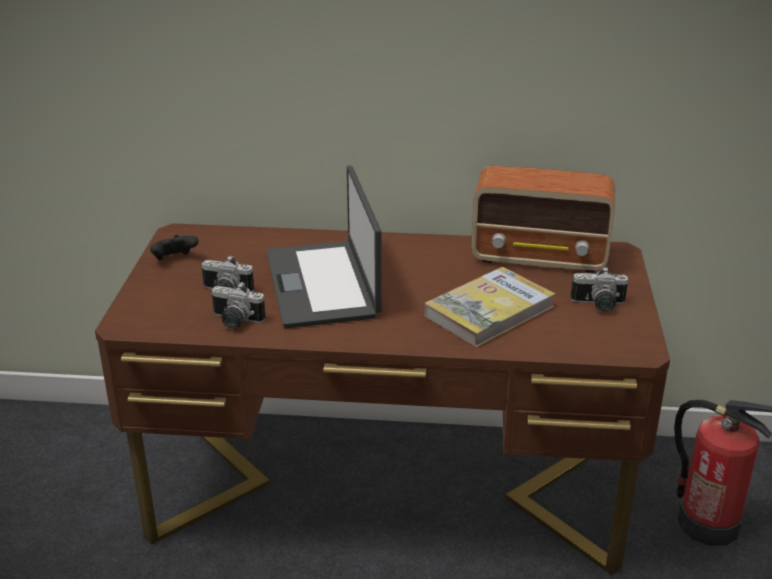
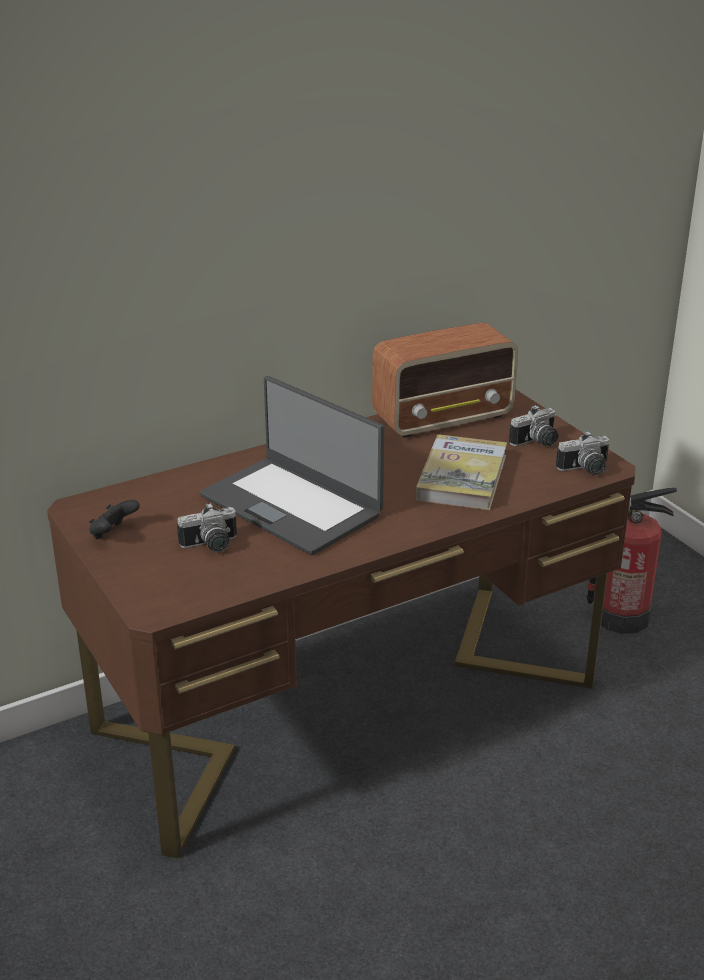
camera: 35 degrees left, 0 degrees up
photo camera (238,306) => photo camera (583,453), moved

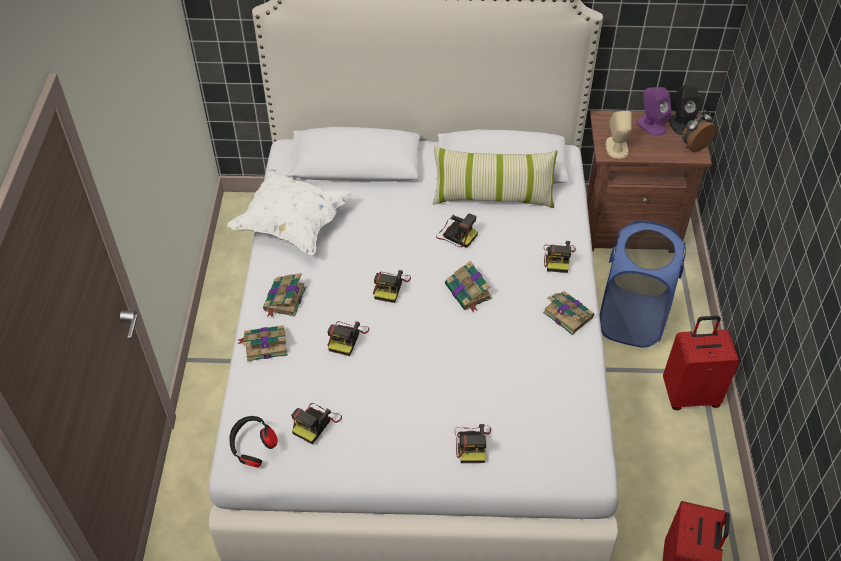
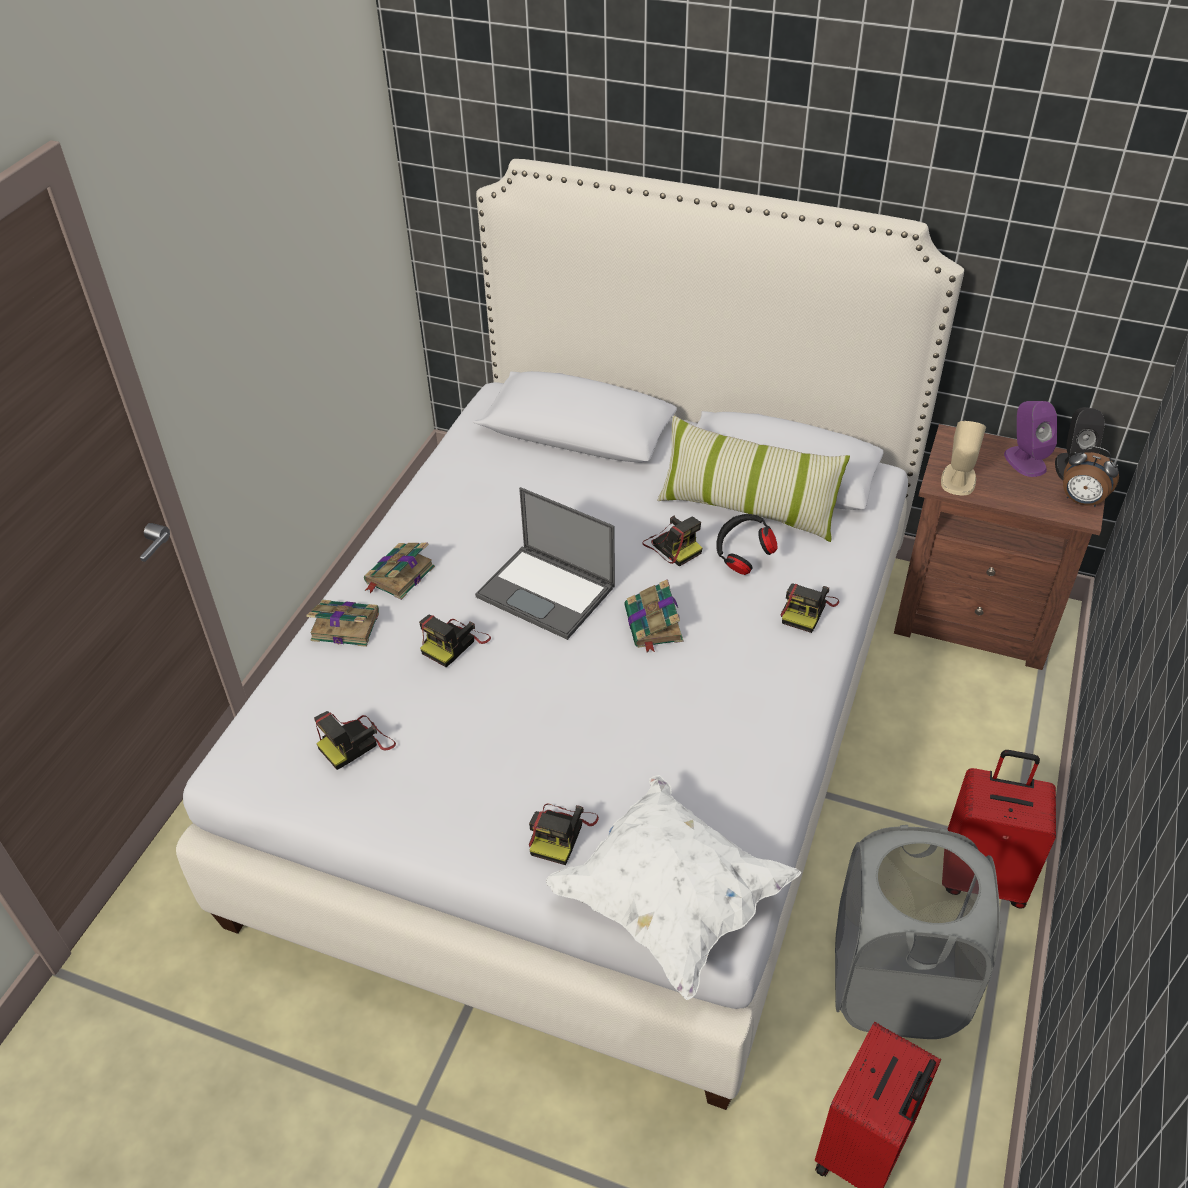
camera: 20 degrees right, 5 degrees down
photo camera (392,286) => laptop (545,563)
whitish pillow (290,211) => whitish pillow (673,887), moved
black-coloured headset (253,442) => black-coloured headset (747,544), moved
nothing => greyish laundry basket (917,932)
alarm clock (699,131) => alarm clock (1091,476), 135 degrees counterclockwise
book (568,313) => nothing
bluish laundry basket (642,284) => nothing

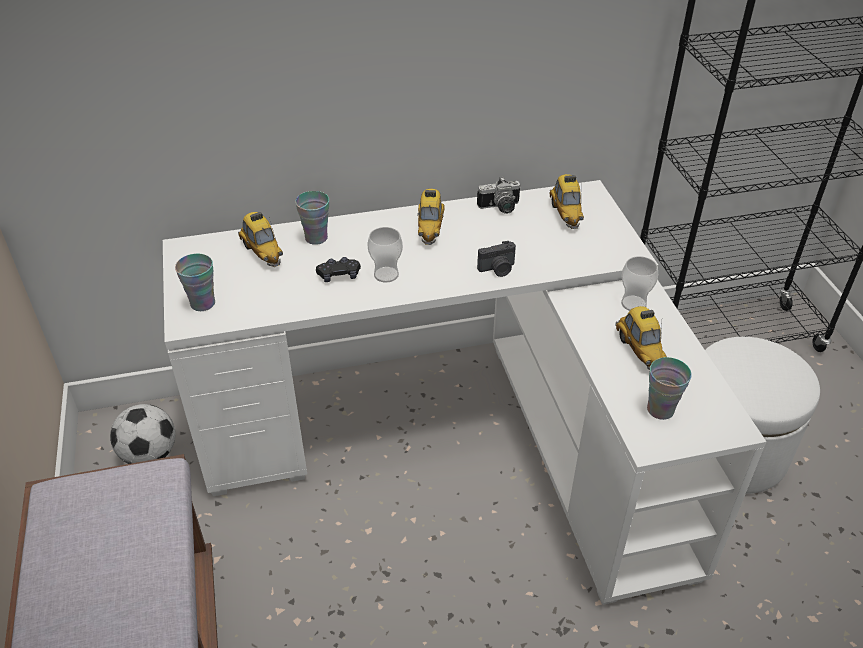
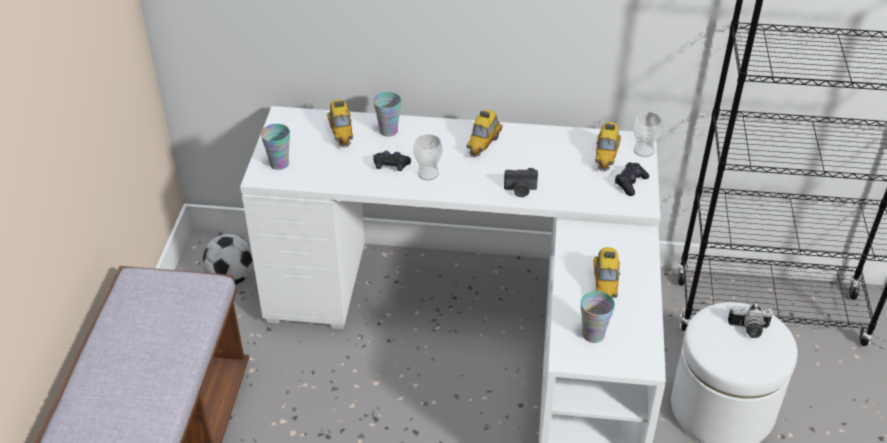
camera: 20 degrees right, 0 degrees up
nothing => black-coloured gamepad (632,179)
cup (639,283) => cup (647,134), moved
photo camera (498,195) => photo camera (750,320), moved

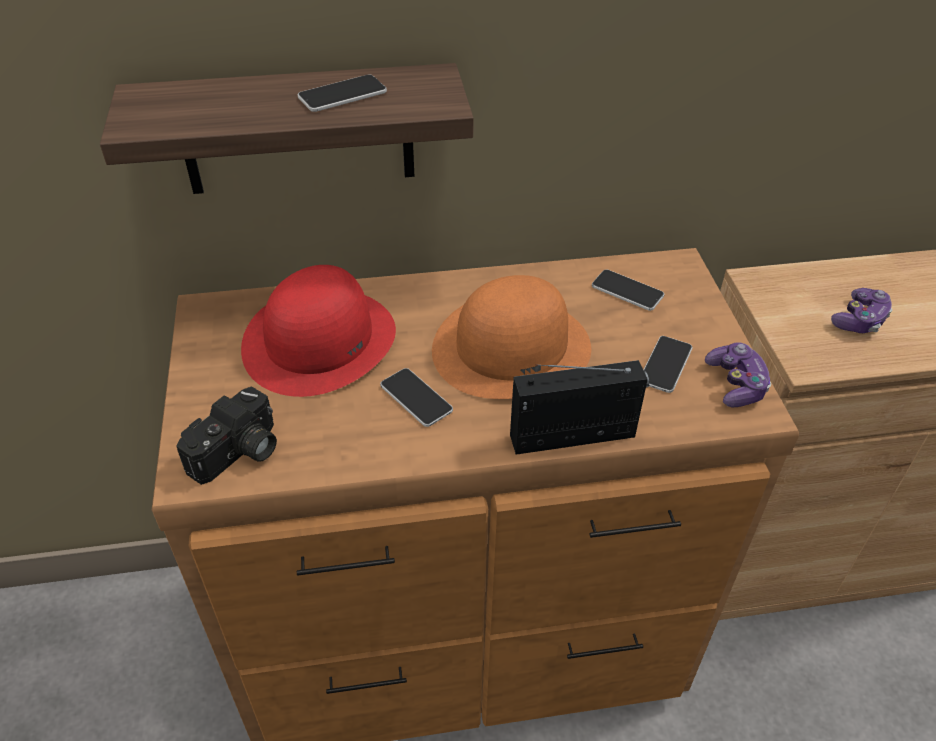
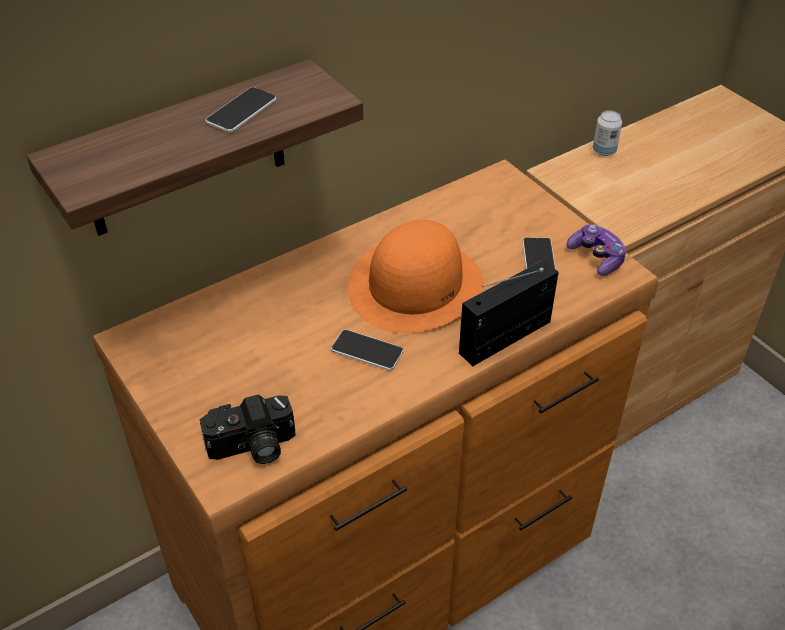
camera: 25 degrees left, 0 degrees up
photo camera (226,435) => photo camera (248,429), 60 degrees clockwise
nothing => sealed can (607,133)
red hat (318,331) => nothing
handset (628,290) => nothing
gamepad (862,310) => nothing

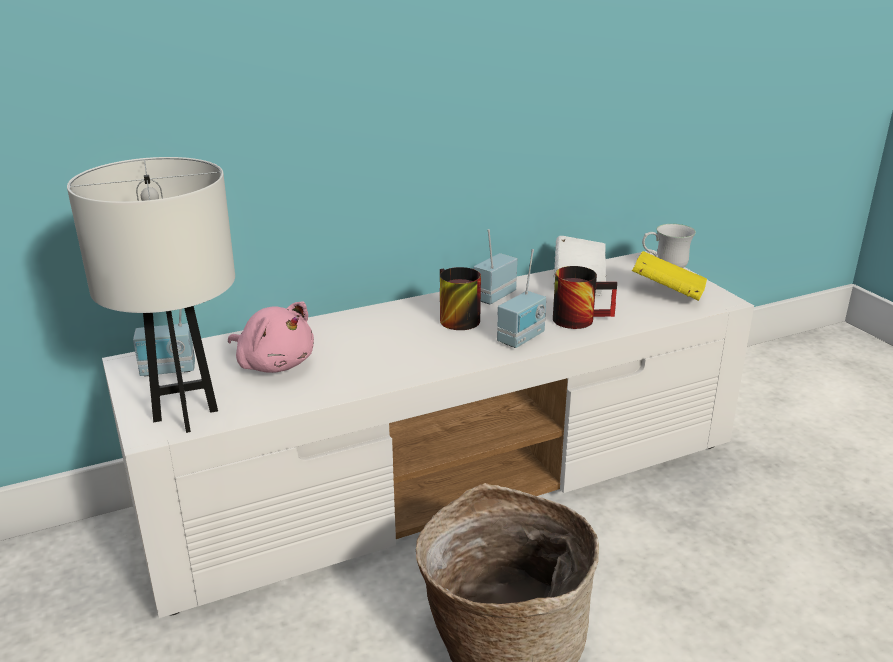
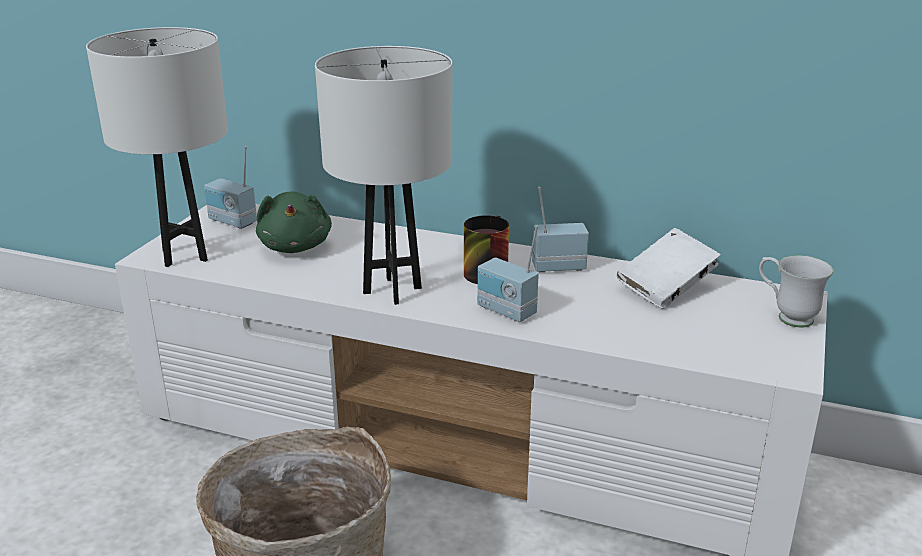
camera: 45 degrees right, 0 degrees up
pink cuddly toy (271,337) => greenish cuddly toy (294,222)
nothing => whitish table lamp (383,175)
radio (521,298) => radio (508,273), 45 degrees clockwise
coffee mug (585,297) => nothing
yellow-coloured book (669,276) => nothing

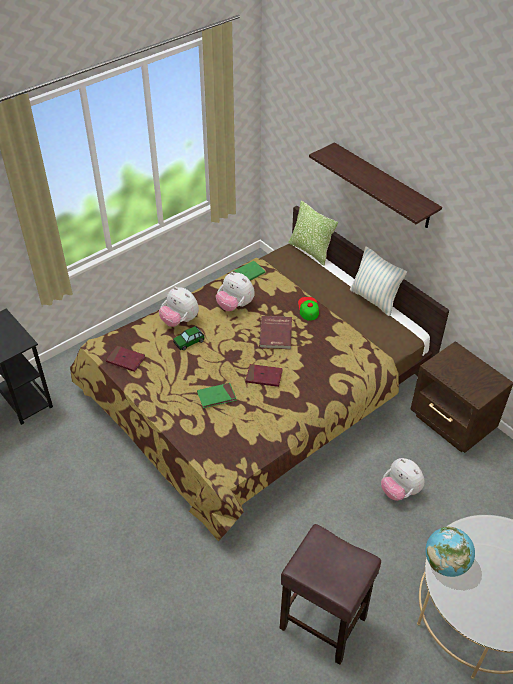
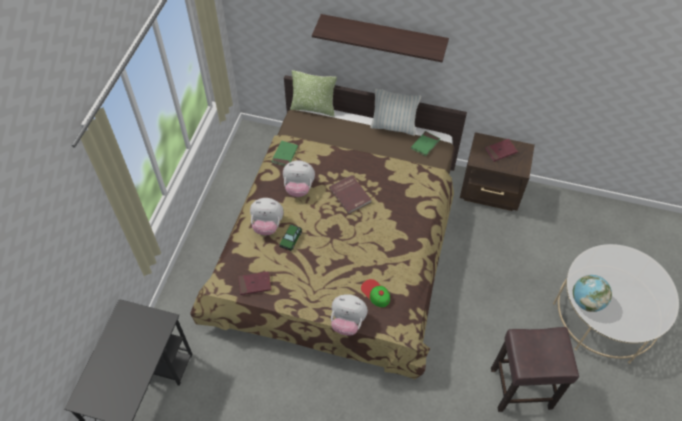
camera: 35 degrees left, 10 degrees up
cuddly toy (403,479) => cuddly toy (349,315), moved
peaked cap (308,309) => peaked cap (375,293), moved
greenish book (216,395) => greenish book (425,143), moved
red book (264,375) => red book (501,150), moved

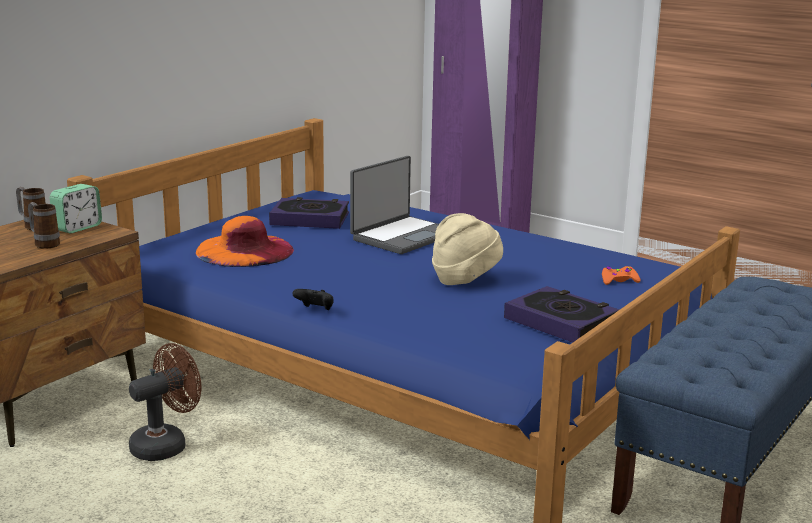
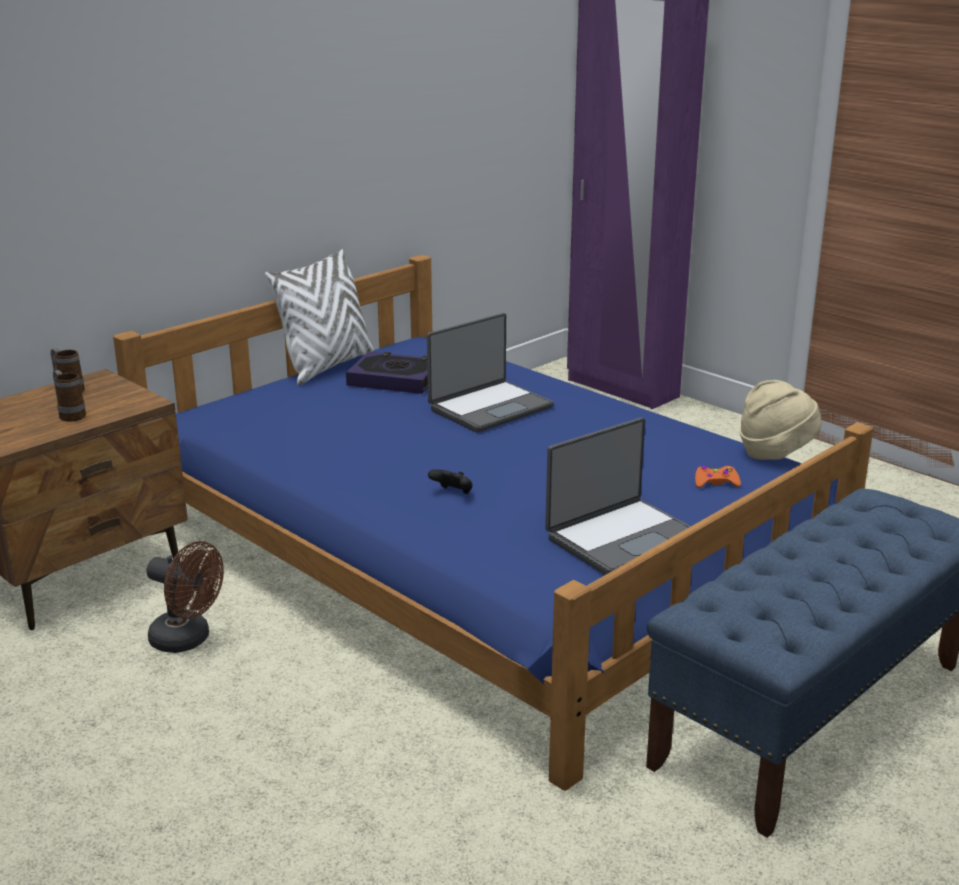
camera: 10 degrees right, 5 degrees up
brown-coloured electric fan (165,402) => brown-coloured electric fan (185,597), 60 degrees clockwise
nothing => whitish pillow (319,317)
black-coloured gamepad (313,299) => black-coloured gamepad (450,481), moved
book (562,314) => laptop (618,496)
beige-coloured hat (467,249) => beige-coloured hat (780,420), moved
alarm clock (76,209) => nothing
orangey hat (245,241) => nothing

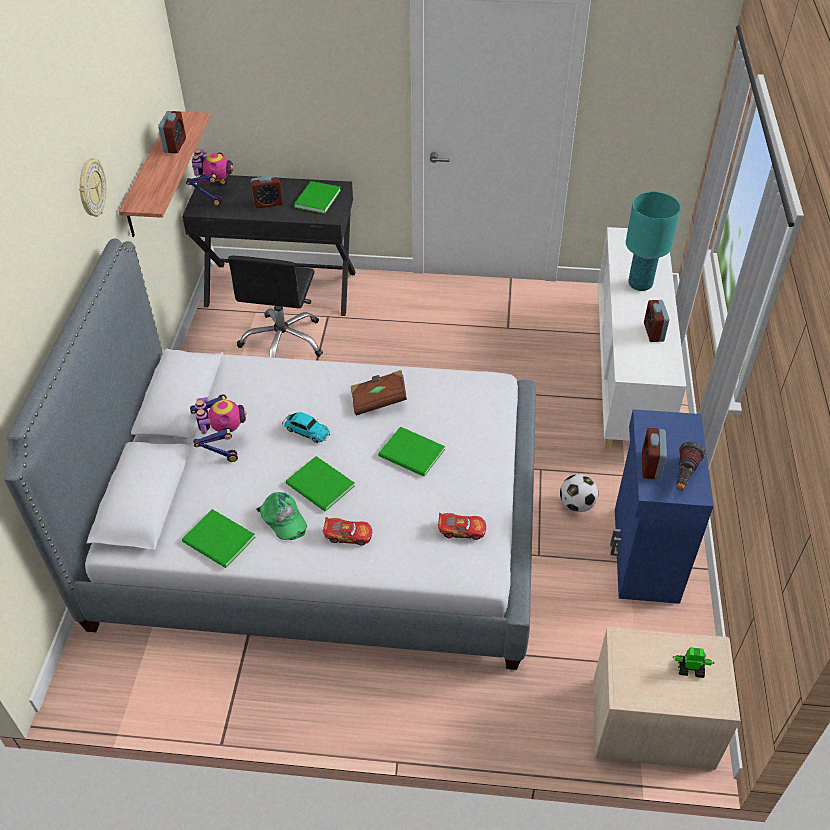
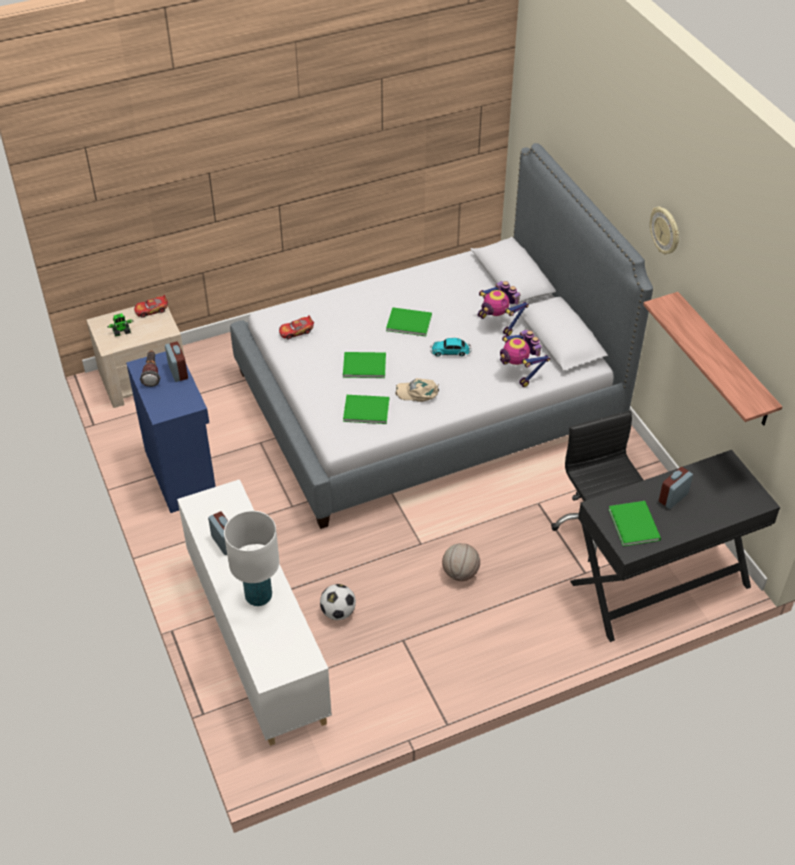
camera: 150 degrees right, 0 degrees up
miniature car (347,531) => miniature car (151,306), moved
turquoise-coloured table lamp (653,241) => whitish table lamp (251,558)
football (579,493) => football (338,602), moved
greenish book (219,538) => greenish book (366,409), moved
brown-coloured book (379,393) => beige-coloured peaked cap (417,390)
nothing => basketball (461,562)
model robot (209,178) => model robot (525,358), moved
alarm clock (172,132) => nothing
greenish peaked cap (281,516) => nothing

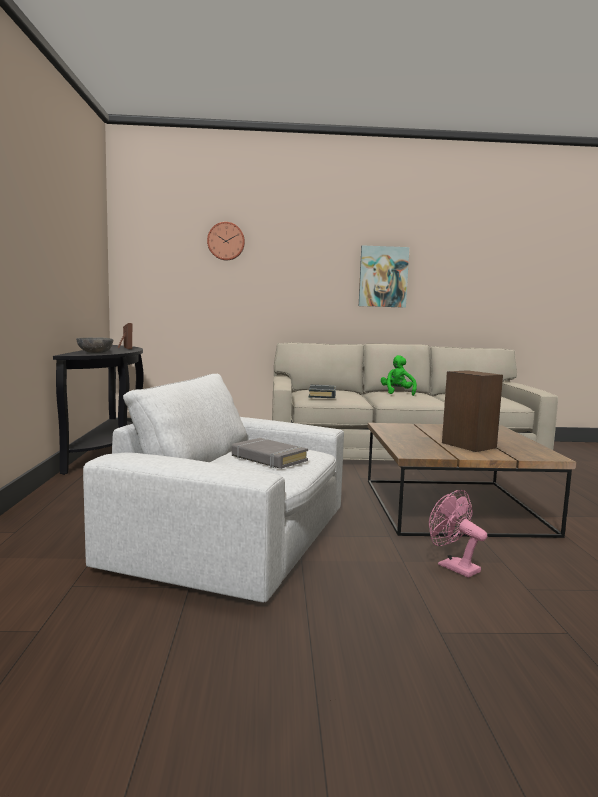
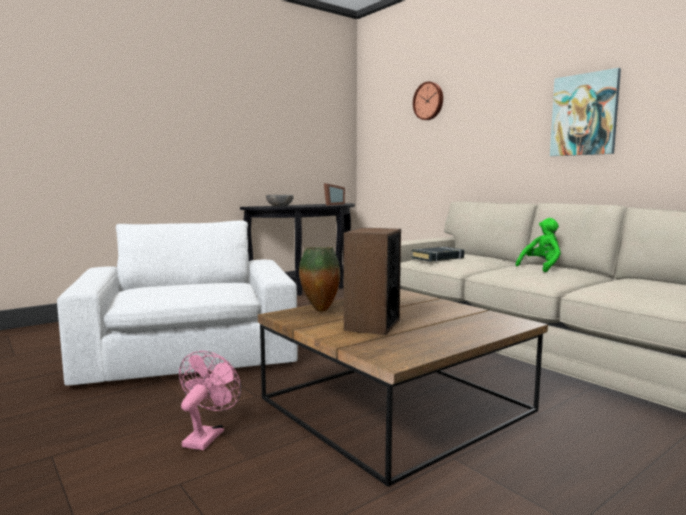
camera: 55 degrees right, 0 degrees up
nothing => vase (319,279)
greyish book (270,453) => nothing

